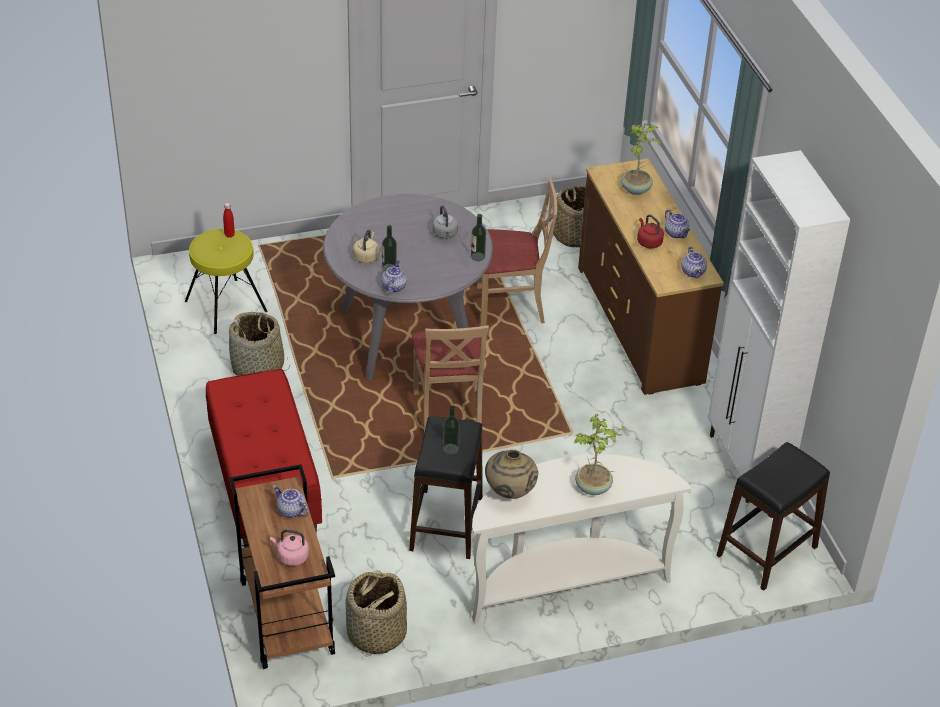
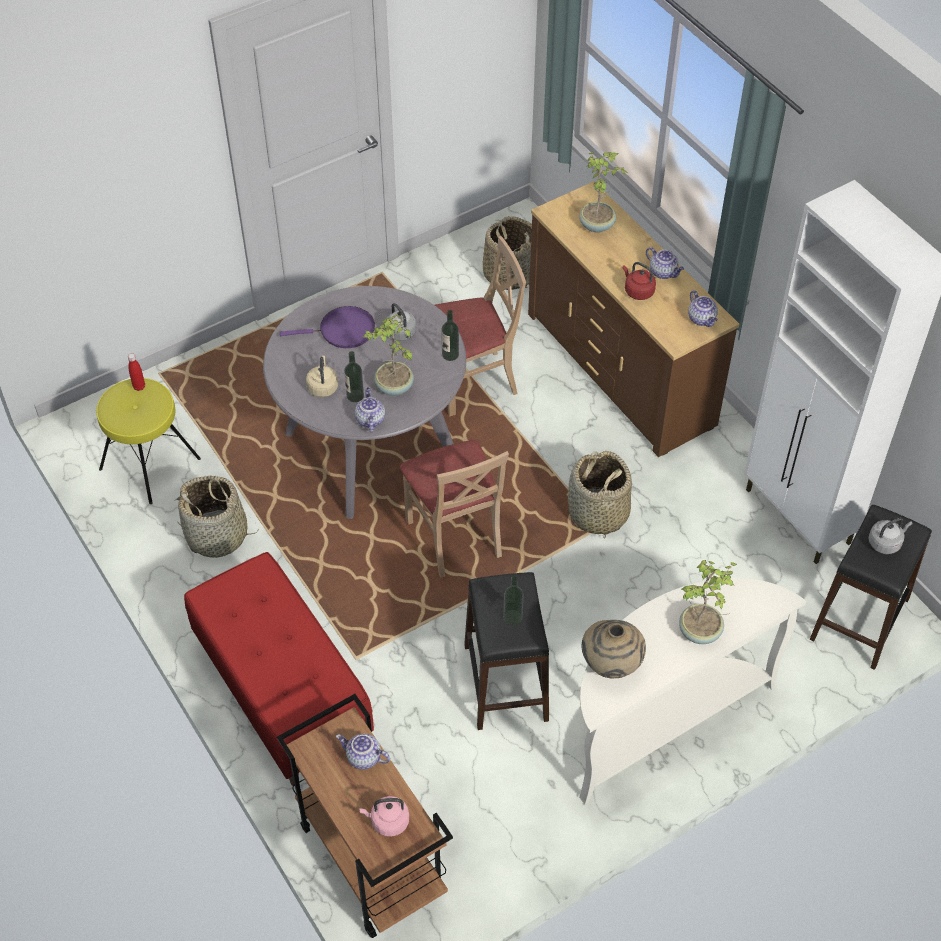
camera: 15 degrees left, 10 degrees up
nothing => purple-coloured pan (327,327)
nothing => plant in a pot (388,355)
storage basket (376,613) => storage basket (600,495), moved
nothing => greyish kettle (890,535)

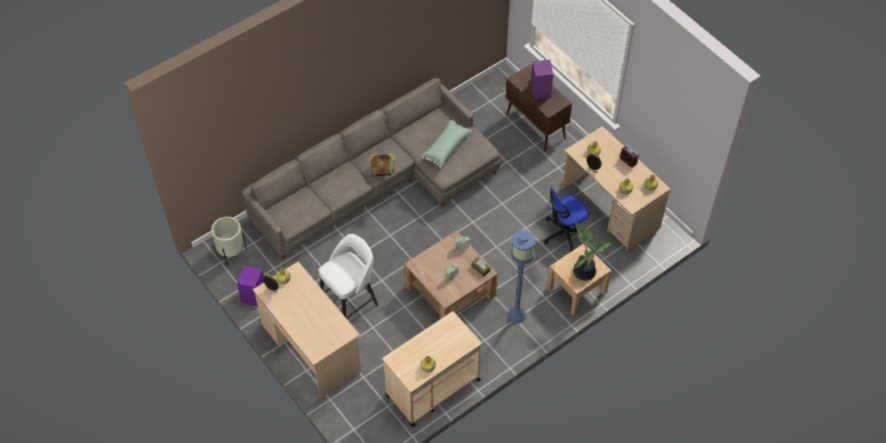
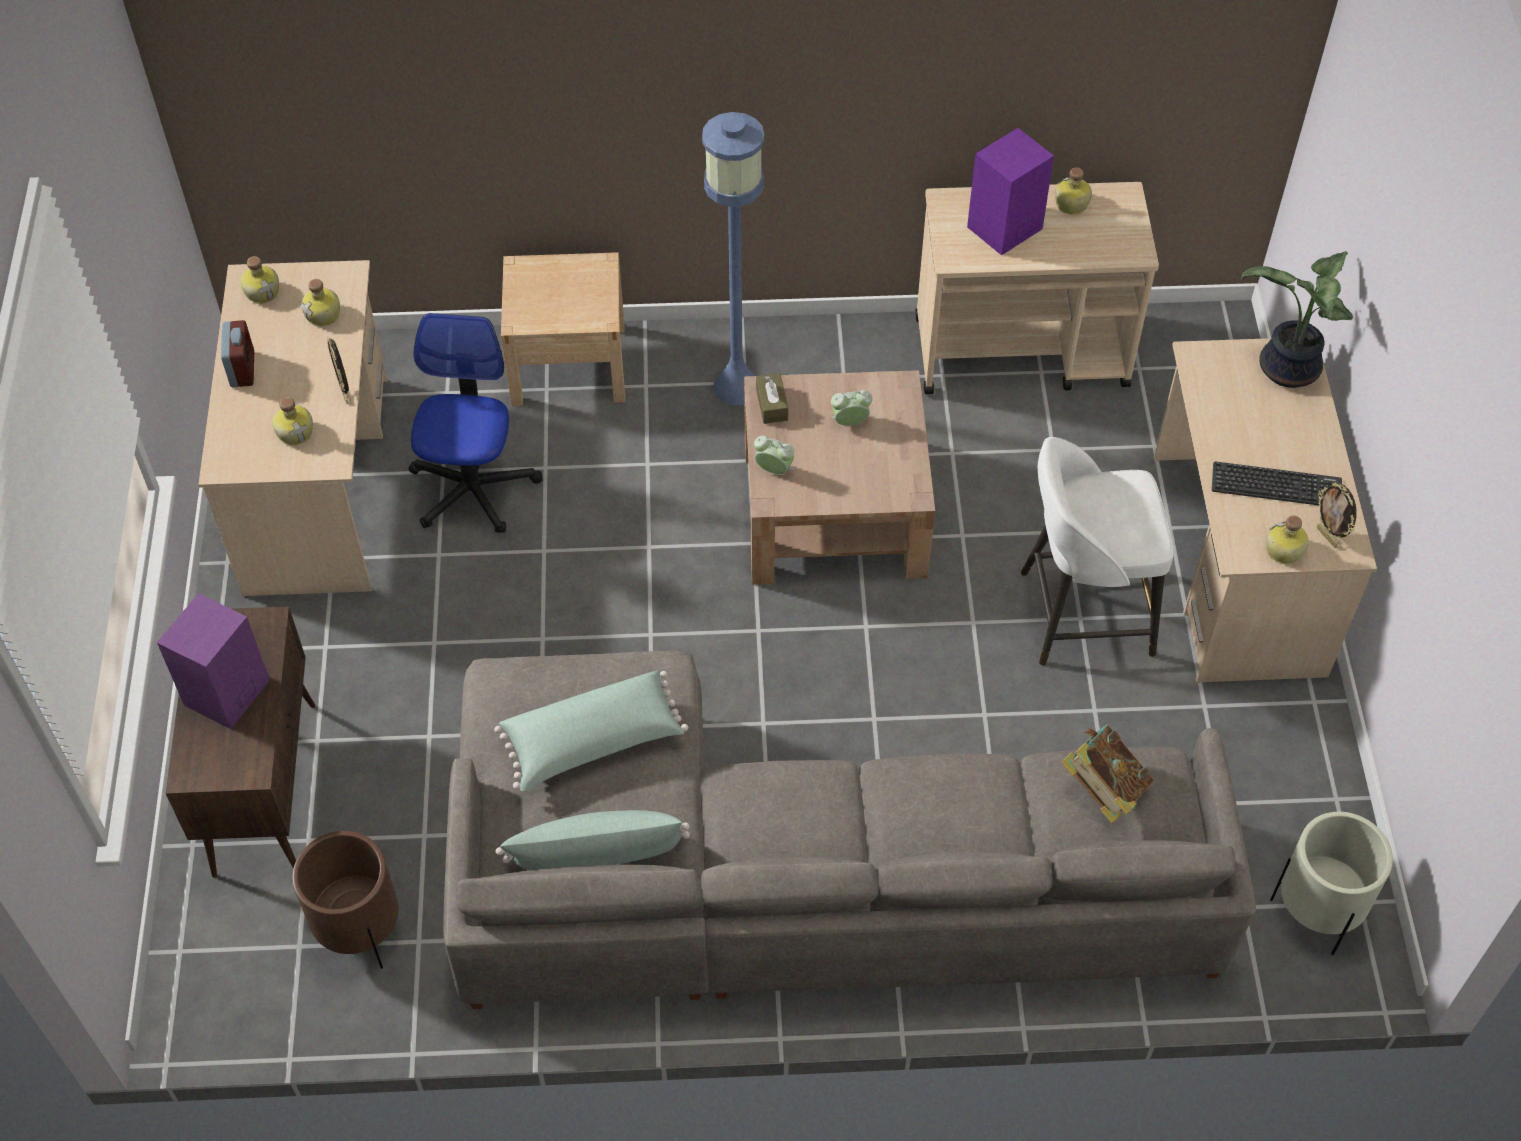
camera: 145 degrees left, 0 degrees up
nothing => brown-coloured plant pot (345,900)
office chair (565,219) => office chair (475,423), 90 degrees counterclockwise
nothing => greenish pillow (593,840)
purple-coloured audio speaker (250,286) => purple-coloured audio speaker (1010,191), moved
book (383,165) => book (1107,774), moved
nothing => PC keyboard (1277,483)
plant in a pot (592,251) => plant in a pot (1297,319), moved

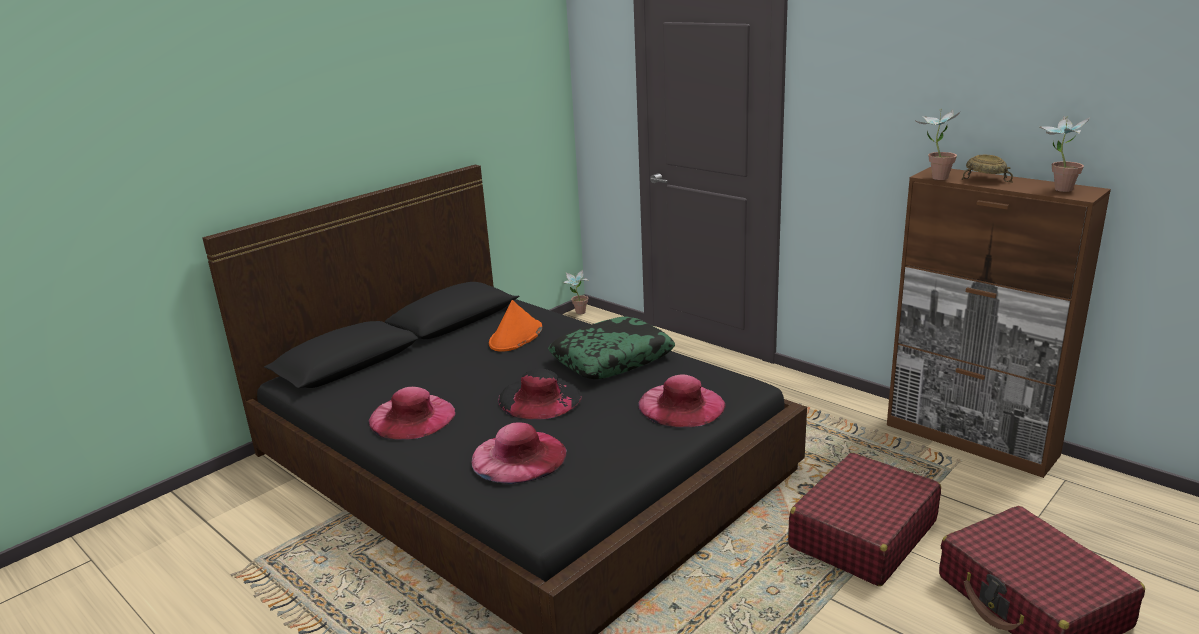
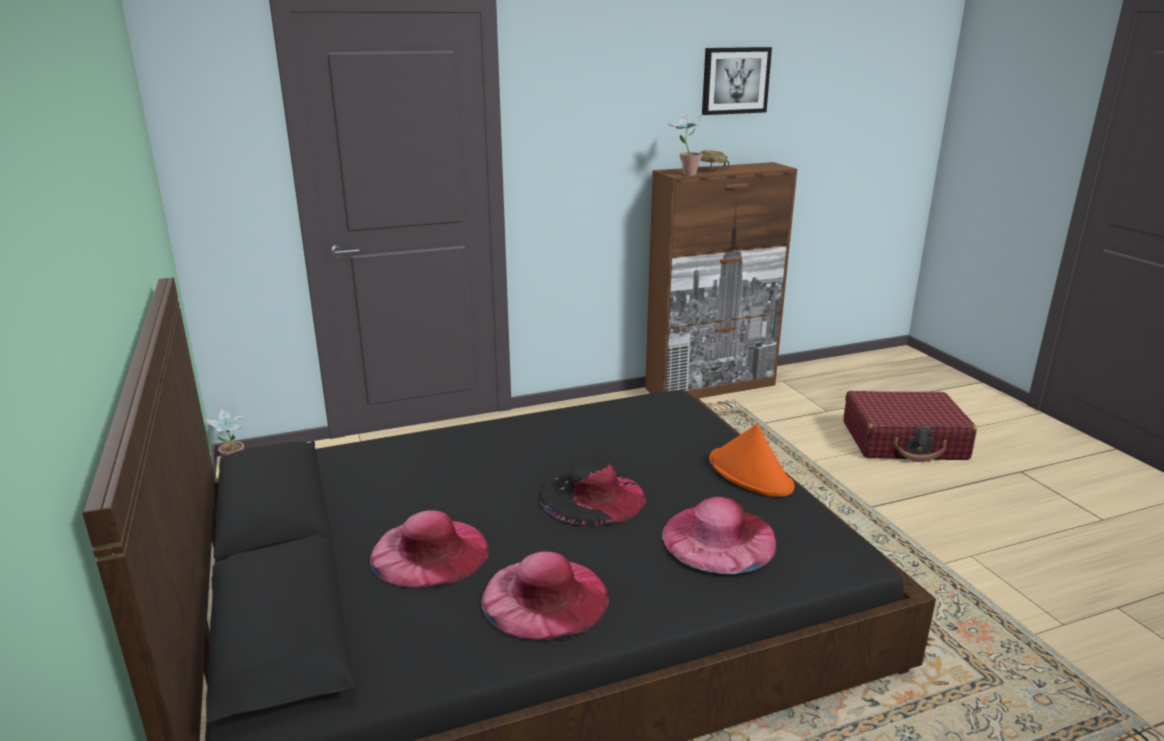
camera: 65 degrees left, 0 degrees up
pink hat (681,401) => pink hat (429,549), moved
nothing => wall picture (737,81)
orangey hat (515,326) => orangey hat (752,460), moved
pillow (611,347) => nothing
red suitcase (864,519) => nothing
plant in a pot (1064,154) => nothing

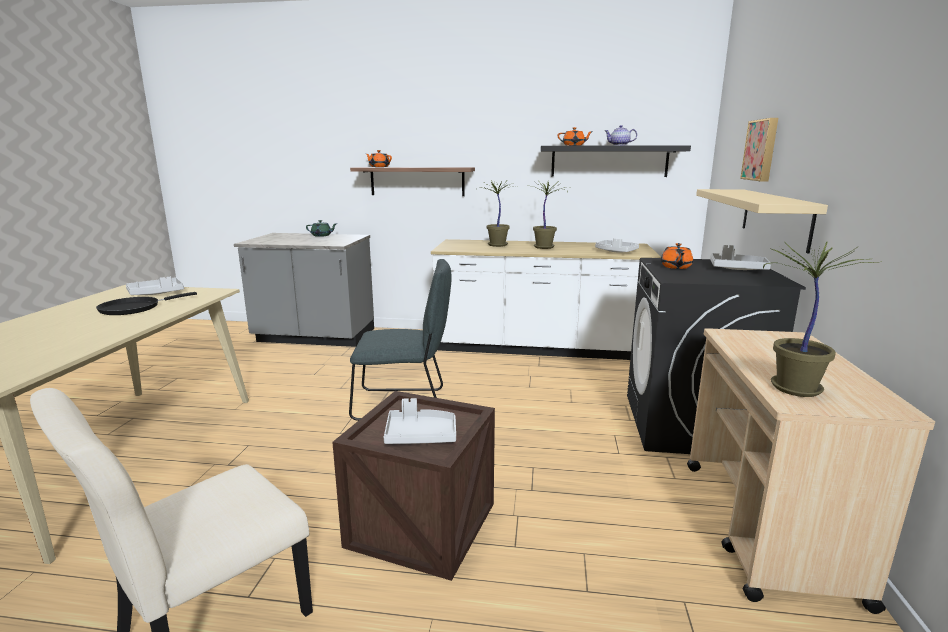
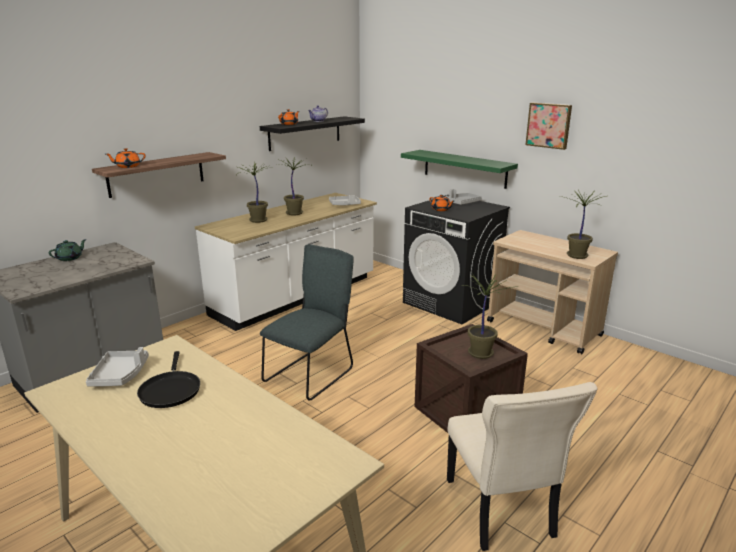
camera: 55 degrees left, 5 degrees up
beige-coloured bracket shelf (762,221) => greenish bracket shelf (459,169)
greyish tray (420,421) => plant in a pot (487,316)
wall picture (759,150) => wall picture (548,126), moved

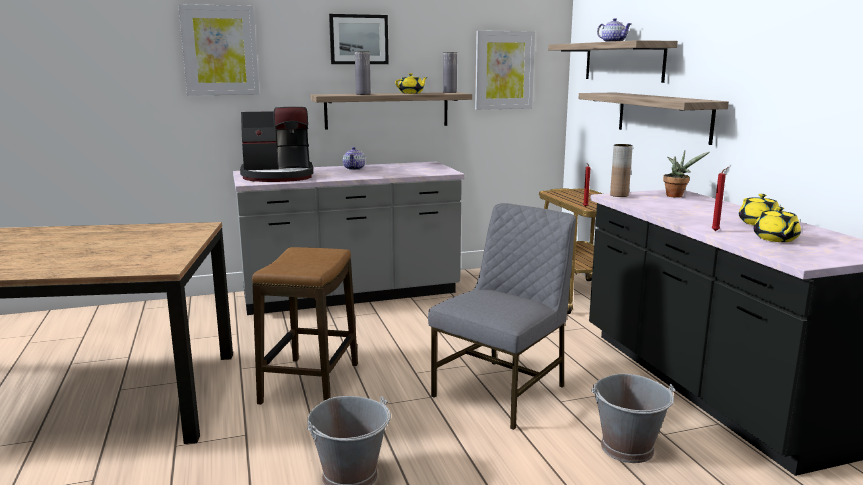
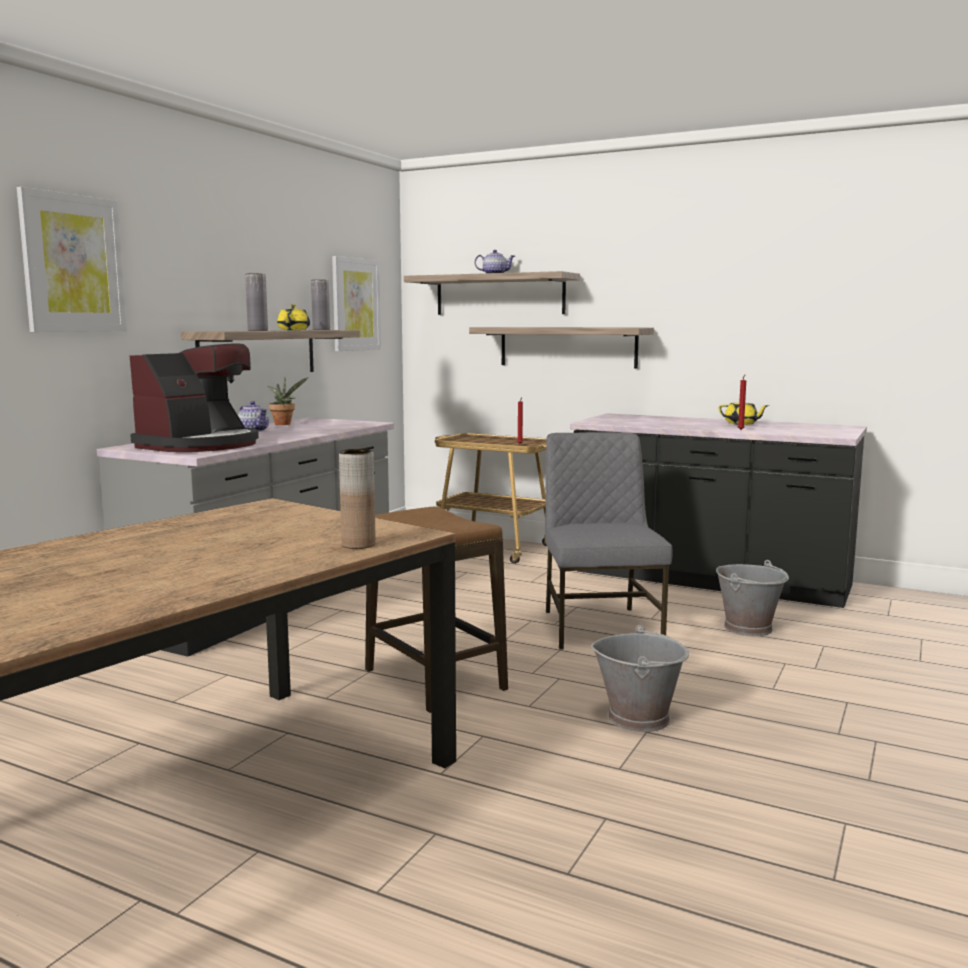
camera: 45 degrees left, 5 degrees down
plant in a pot (686,174) => plant in a pot (288,401), moved
brown-coloured vase (621,170) => brown-coloured vase (357,499), moved
wall picture (359,39) => nothing
yellow-coloured teapot (777,224) => nothing

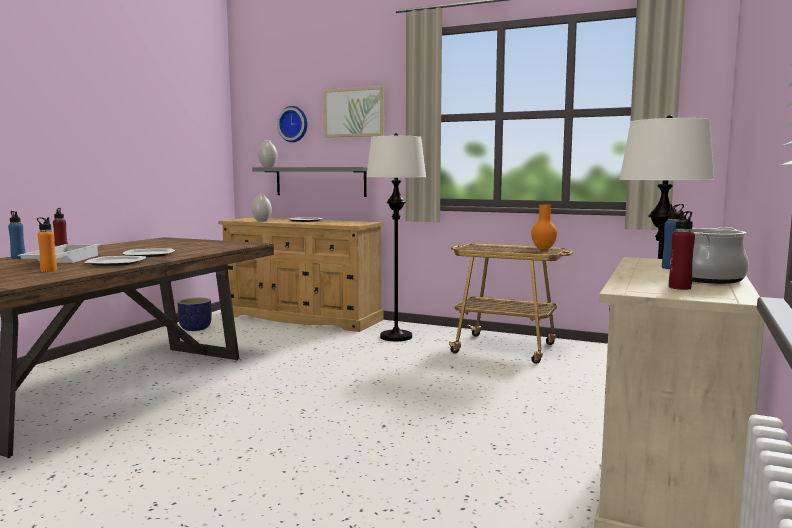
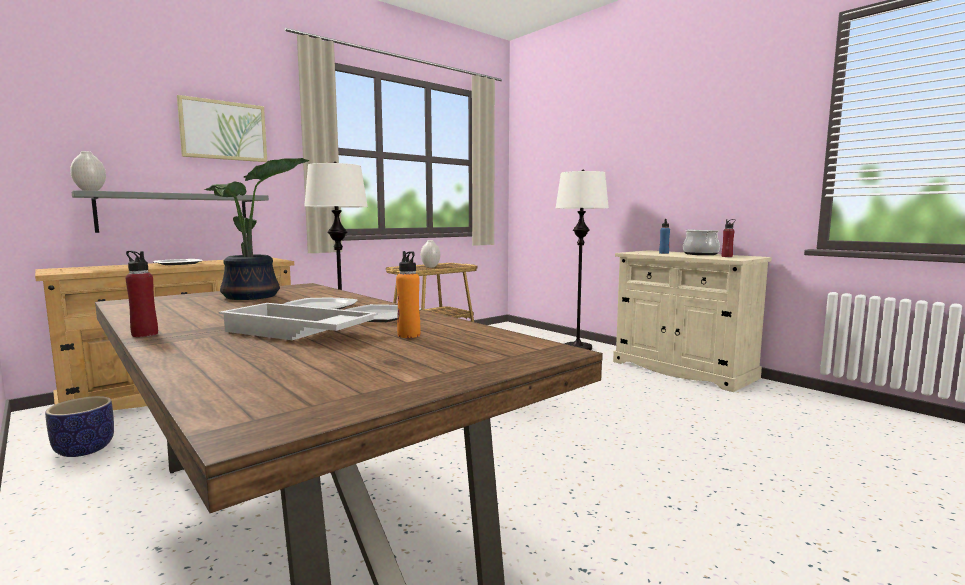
camera: 65 degrees left, 0 degrees up
nothing => plant in a pot (256,229)
whitish vase (262,207) => whitish vase (430,254), moved
bluish beverage bottle (17,235) => nothing
clock on the wall (292,124) => nothing
orangey vase (544,227) => nothing

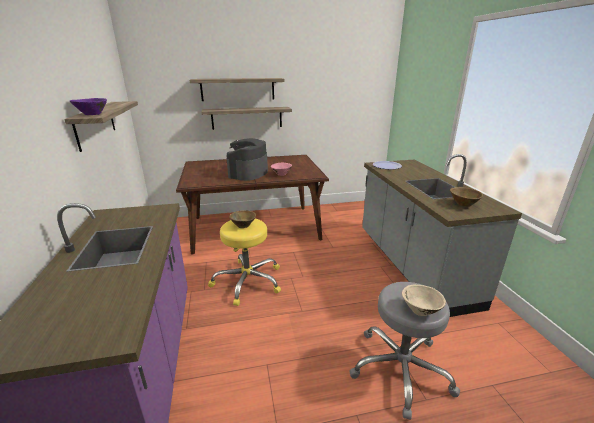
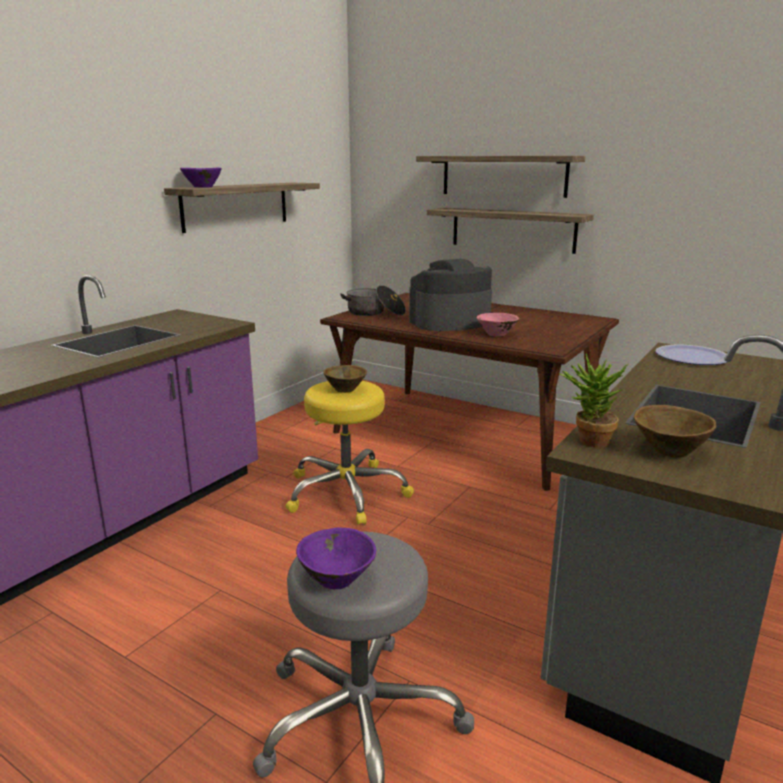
camera: 45 degrees right, 5 degrees down
beige-coloured bowl (424,300) => purple-coloured bowl (336,558)
nothing => saucepot (373,300)
nothing => plant in a pot (593,400)

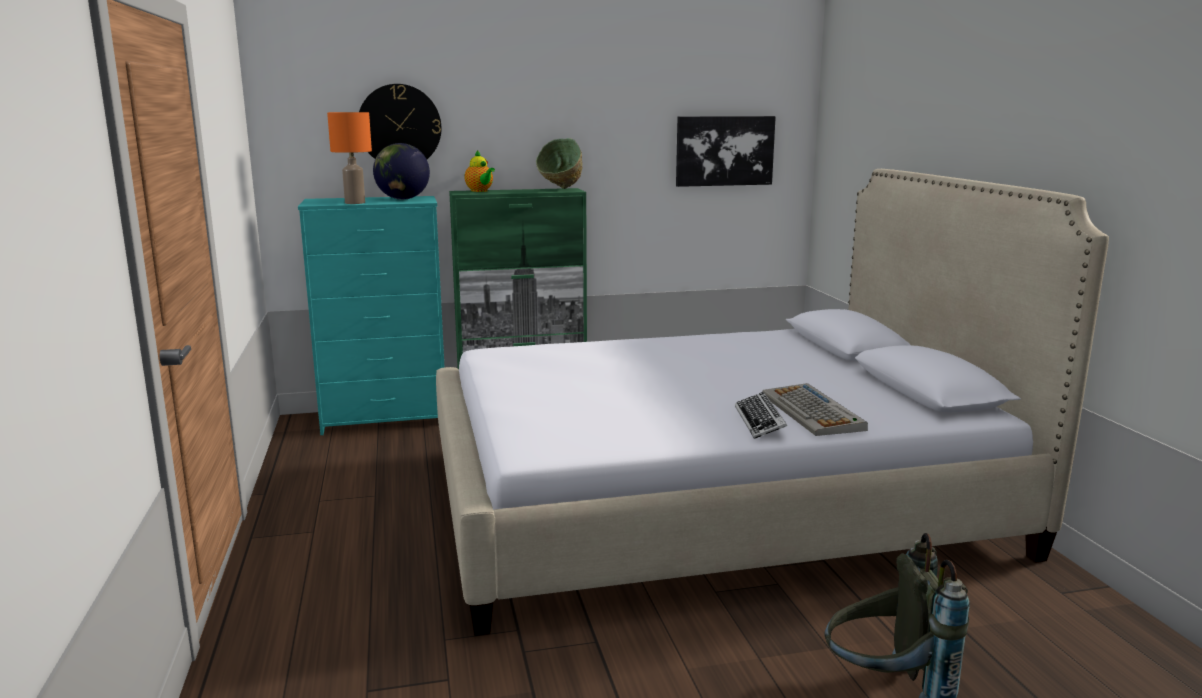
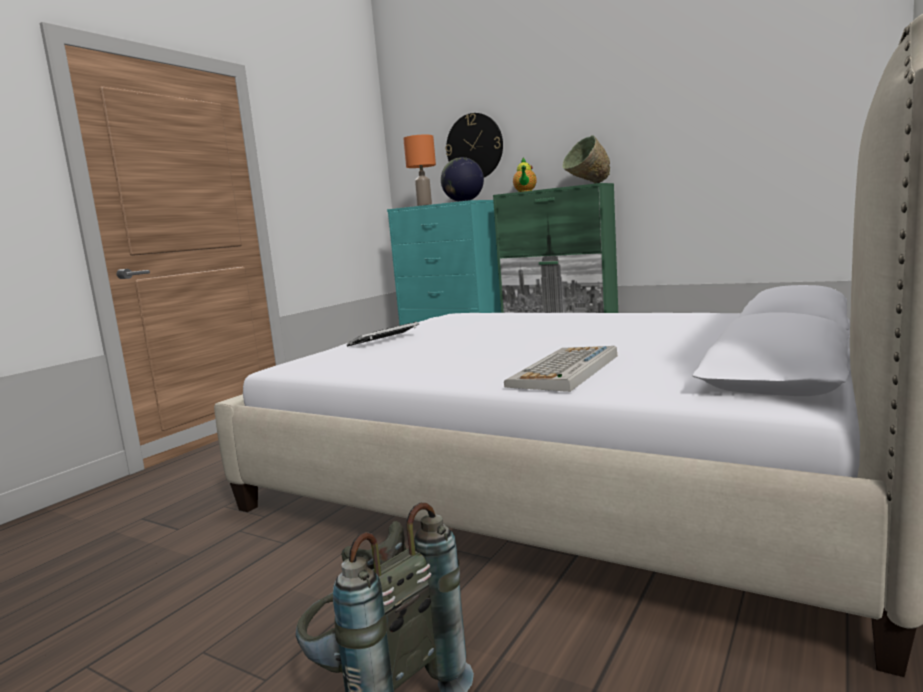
camera: 45 degrees right, 5 degrees down
PC keyboard (761,415) => PC keyboard (383,334), moved
wall picture (726,151) => nothing

